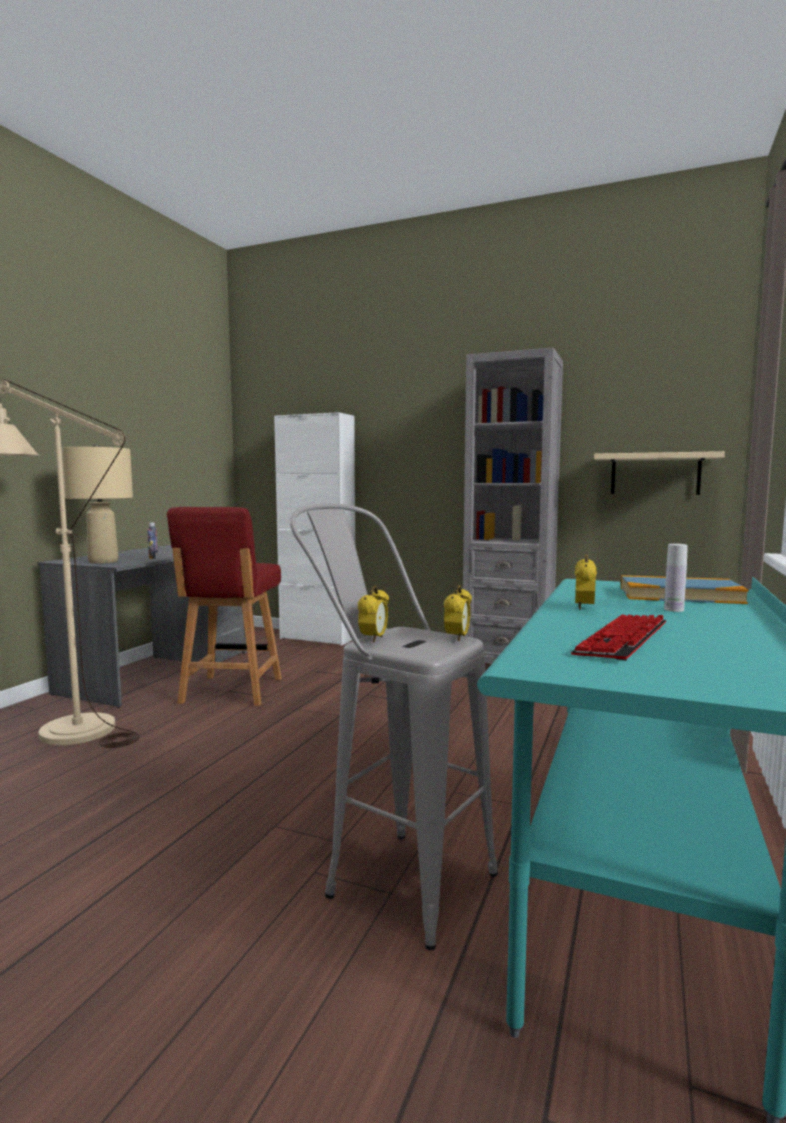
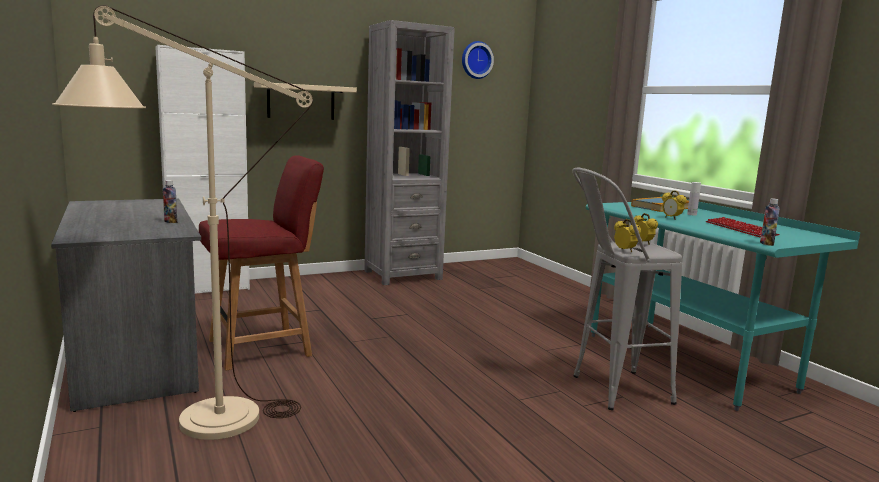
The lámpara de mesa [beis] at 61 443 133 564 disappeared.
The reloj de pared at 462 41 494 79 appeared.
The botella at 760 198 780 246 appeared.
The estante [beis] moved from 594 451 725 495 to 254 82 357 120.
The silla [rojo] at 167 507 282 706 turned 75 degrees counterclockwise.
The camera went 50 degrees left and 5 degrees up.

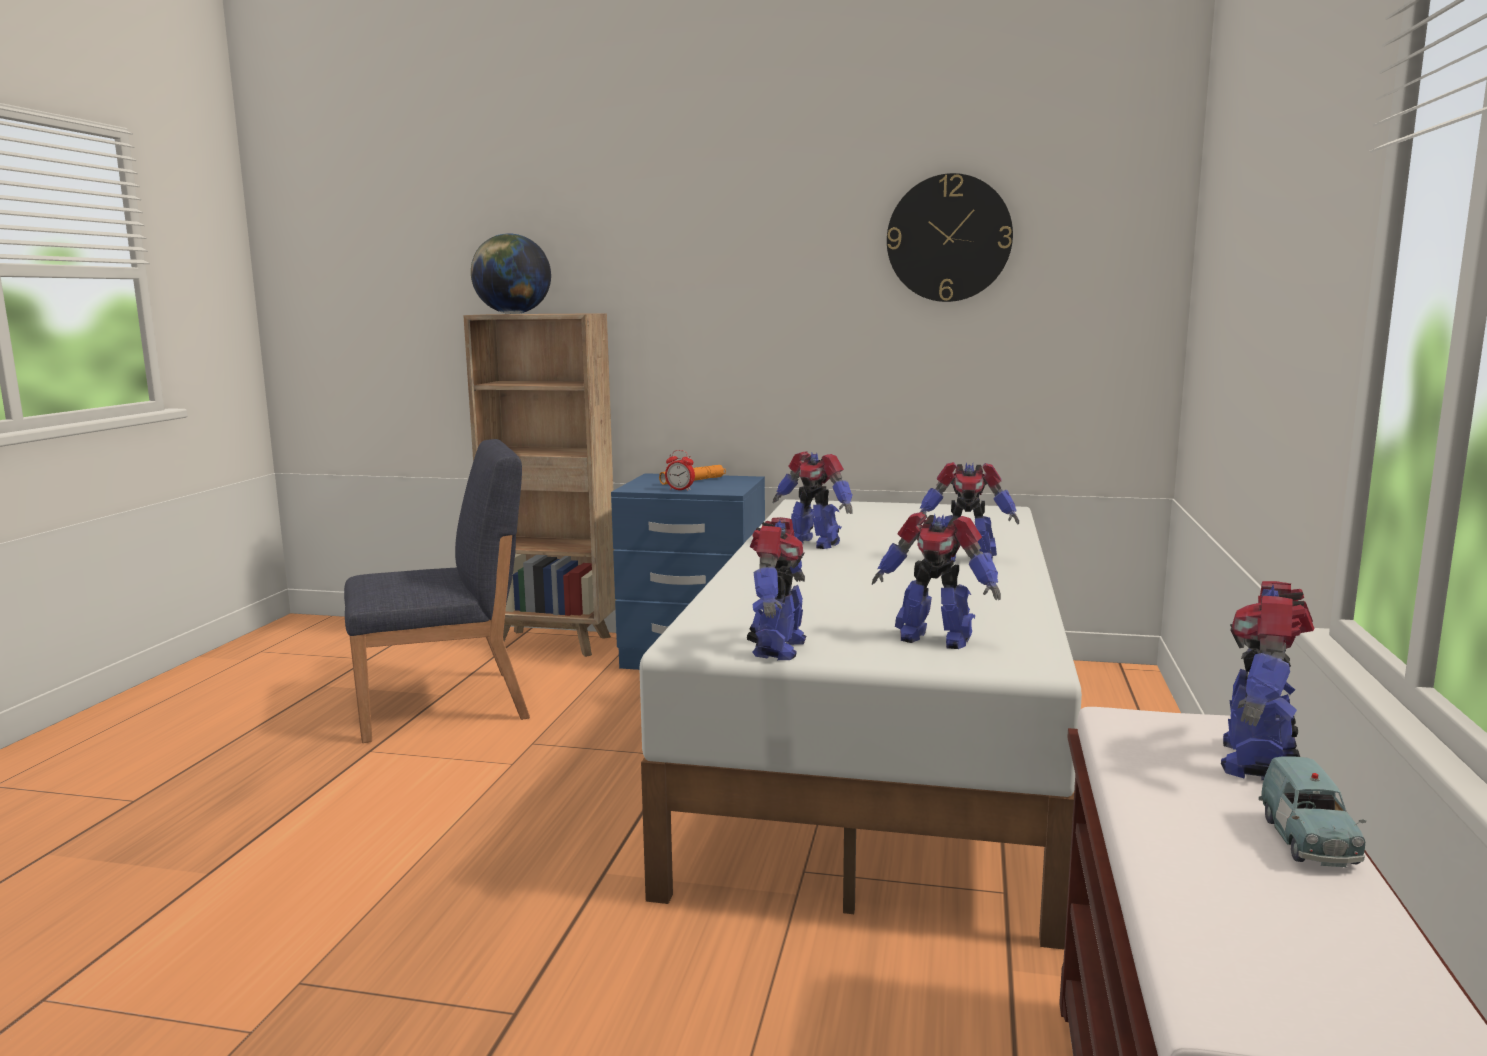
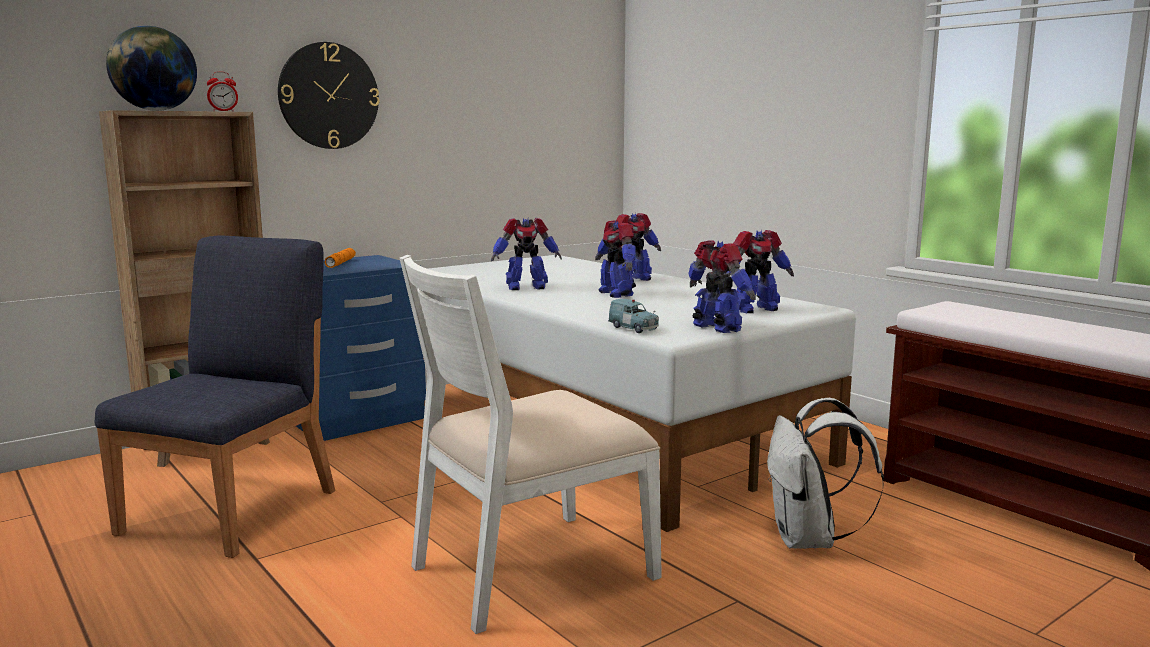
The silla [blanco] at 400 255 662 634 appeared.
The mochila [blanco] at 767 398 884 549 appeared.
The despertador moved from 665 450 695 491 to 207 72 238 111.
The reloj de pared moved from 887 173 1013 302 to 278 42 380 149.
The robot de juguete moved from 1221 581 1314 780 to 595 221 636 298.
The coche de juguete [azul] moved from 1258 757 1366 867 to 608 299 659 333.
The camera went 50 degrees left and 0 degrees up.

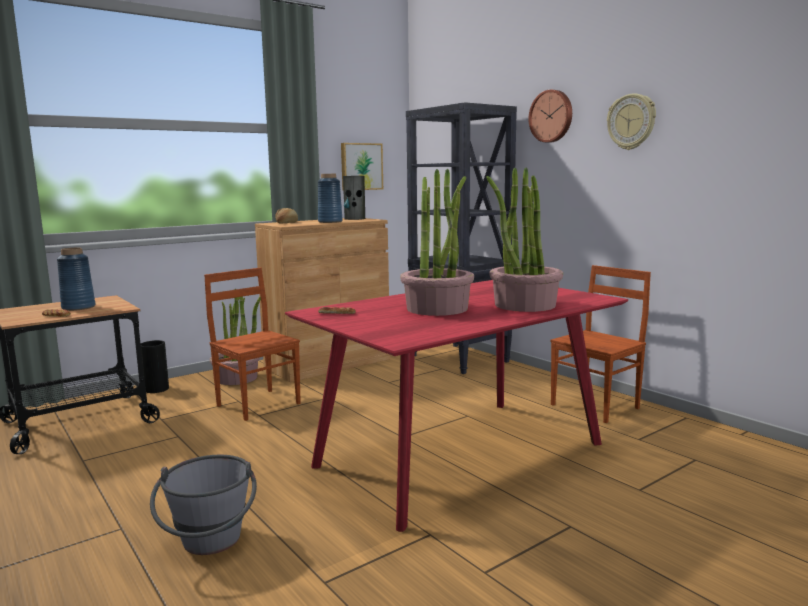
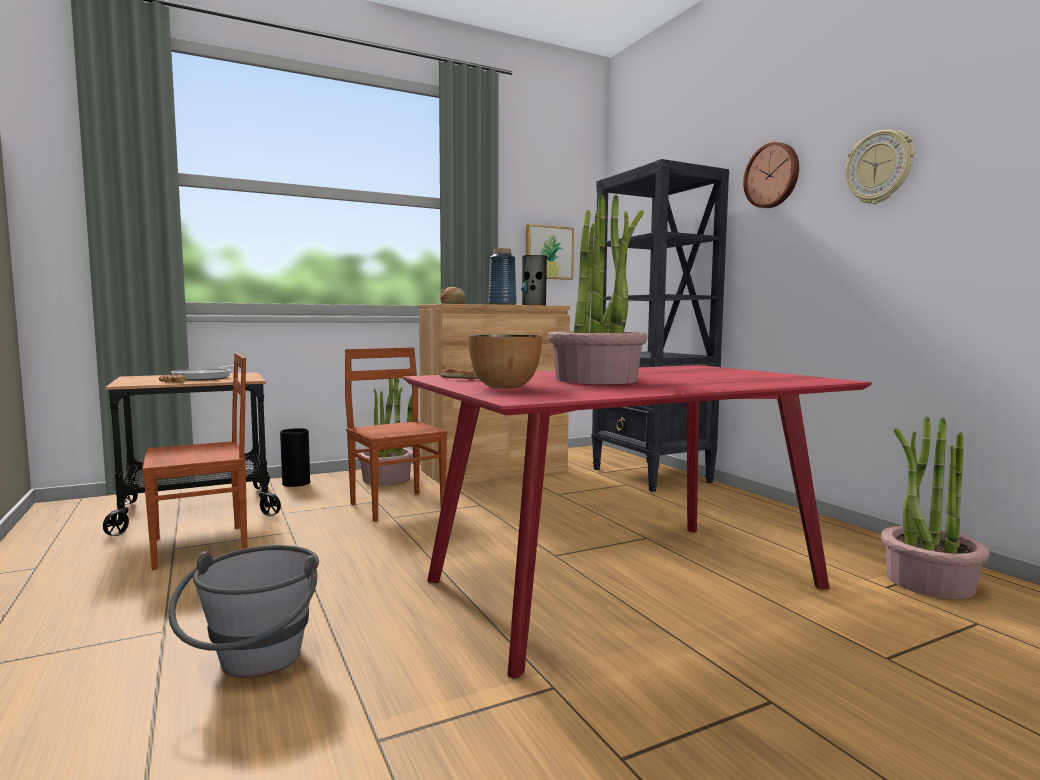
The cuenco at 468 335 542 389 appeared.
The planta en maceta moved from 486 168 563 312 to 881 417 990 599.
The silla [marrón] moved from 550 265 651 423 to 142 353 248 570.
The florero [azul] at 57 248 95 311 was replaced by the sartén at 171 365 234 381.
The camera went 10 degrees right and 5 degrees down.

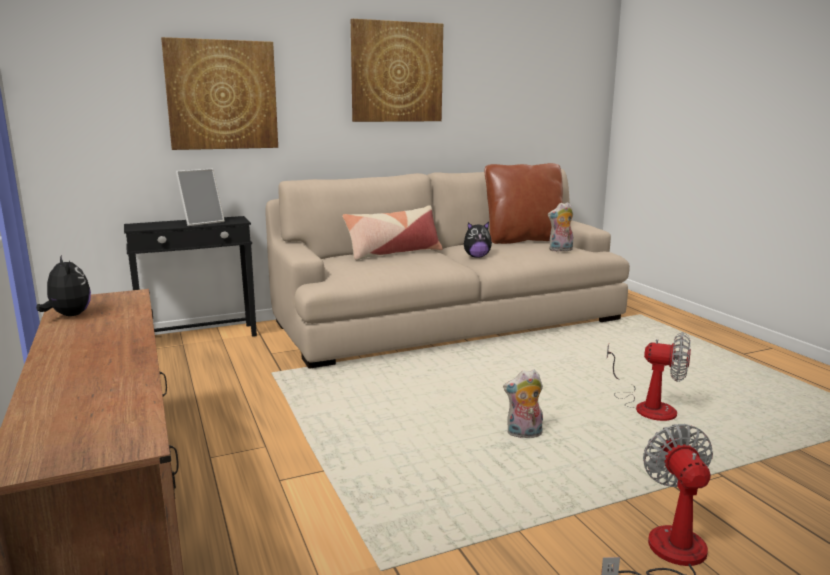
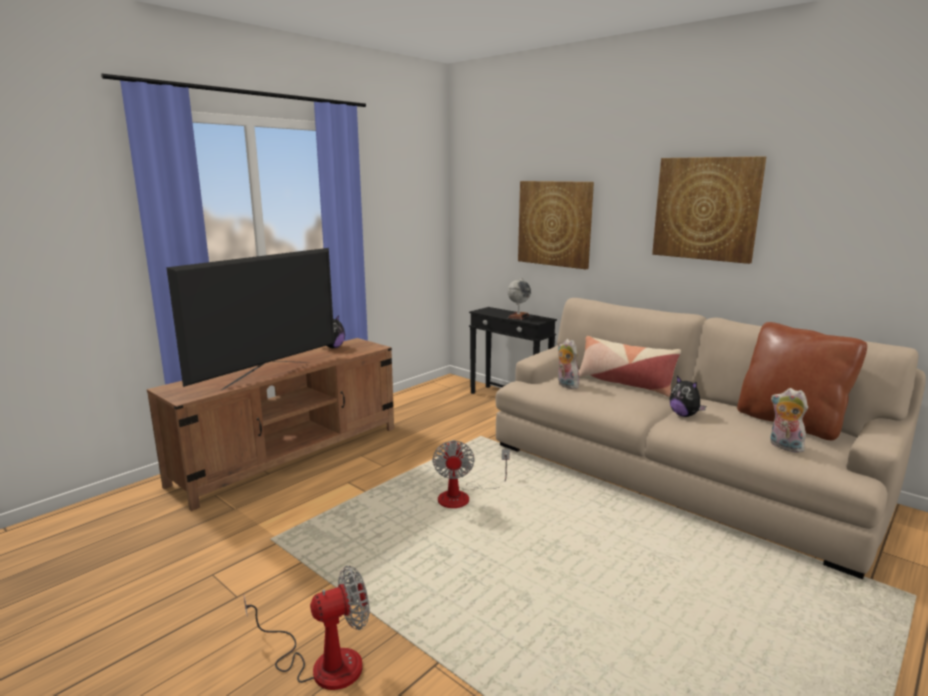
The televisor at 166 248 335 391 appeared.
The peluche moved from 503 370 543 438 to 558 339 579 389.
The ventilador moved from 607 332 691 421 to 432 440 510 508.
The portarretratos at 176 168 225 226 was replaced by the globo terráqueo at 507 278 531 320.
The camera went 65 degrees right and 0 degrees up.

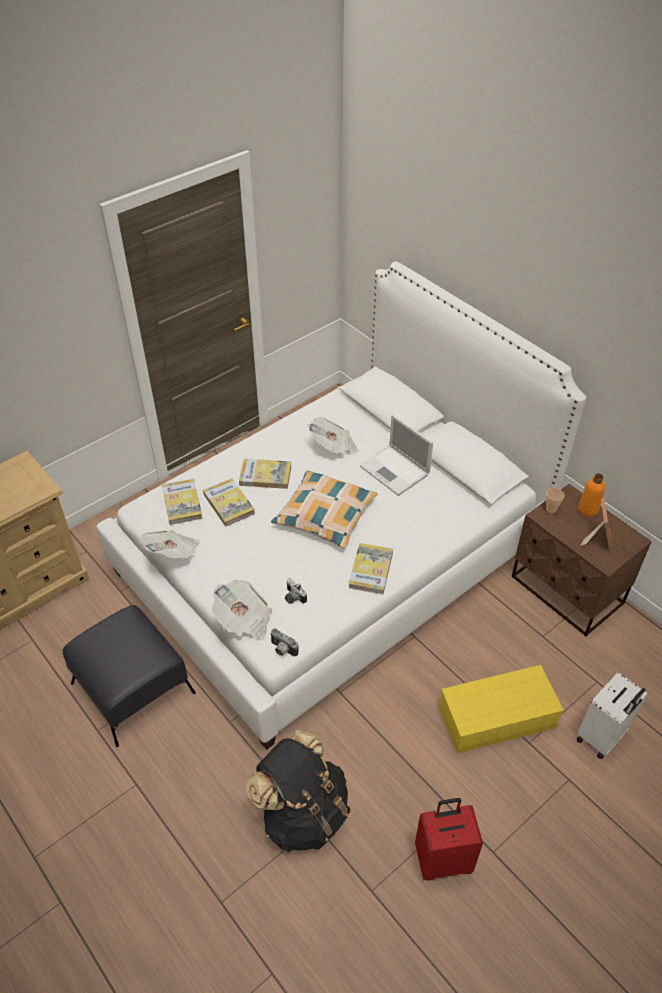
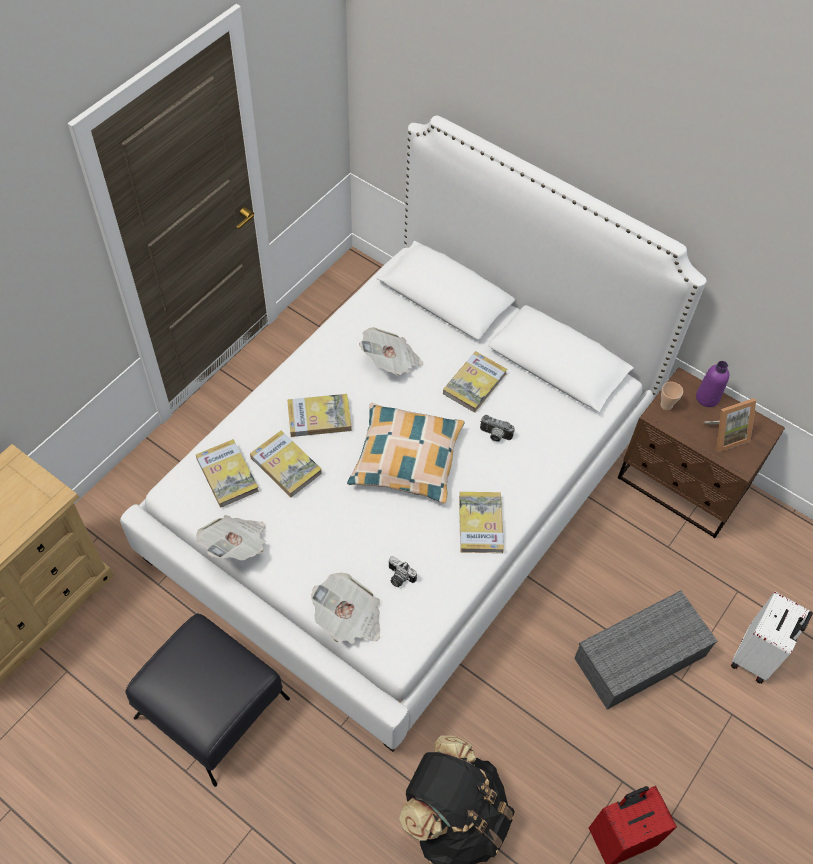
The cámara moved from 270 628 299 656 to 480 415 515 442.
The portátil at 360 415 433 496 was replaced by the libro at 443 351 507 413.
The caja de almacenaje [amarillo] at 439 665 564 754 became the caja de almacenaje [gris] at 574 590 717 710.
The botella [naranja] at 578 473 605 516 became the botella [morado] at 696 361 729 407.
The portarretratos at 580 498 613 552 turned 75 degrees clockwise.
The camera went 15 degrees left and 10 degrees up.

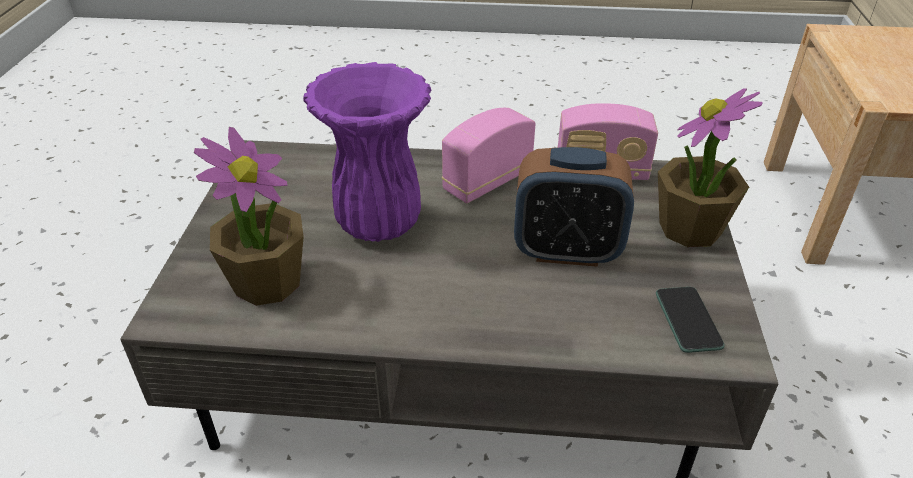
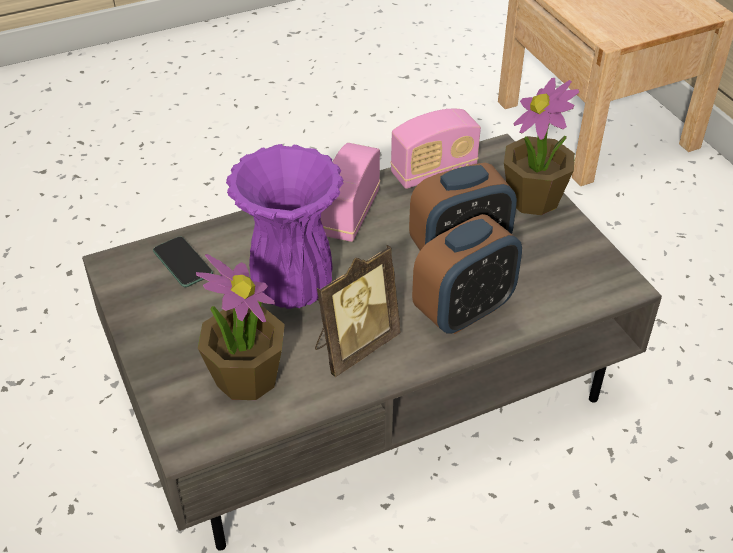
The portarretratos at 315 245 400 377 appeared.
The despertador at 412 214 522 334 appeared.
The móvil moved from 656 287 725 353 to 153 236 213 287.
The camera went 30 degrees left and 5 degrees up.

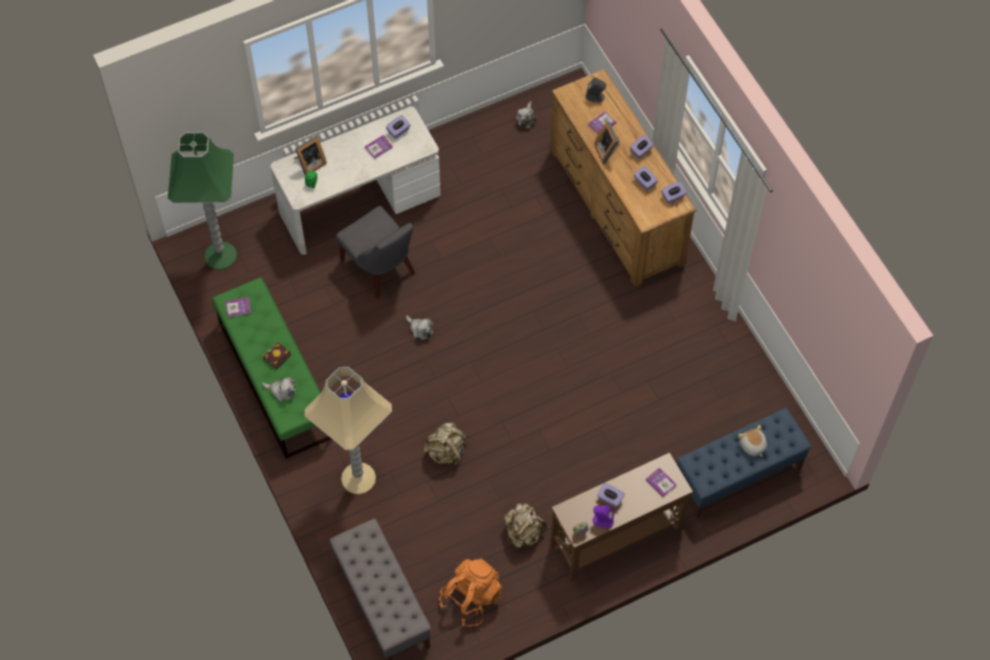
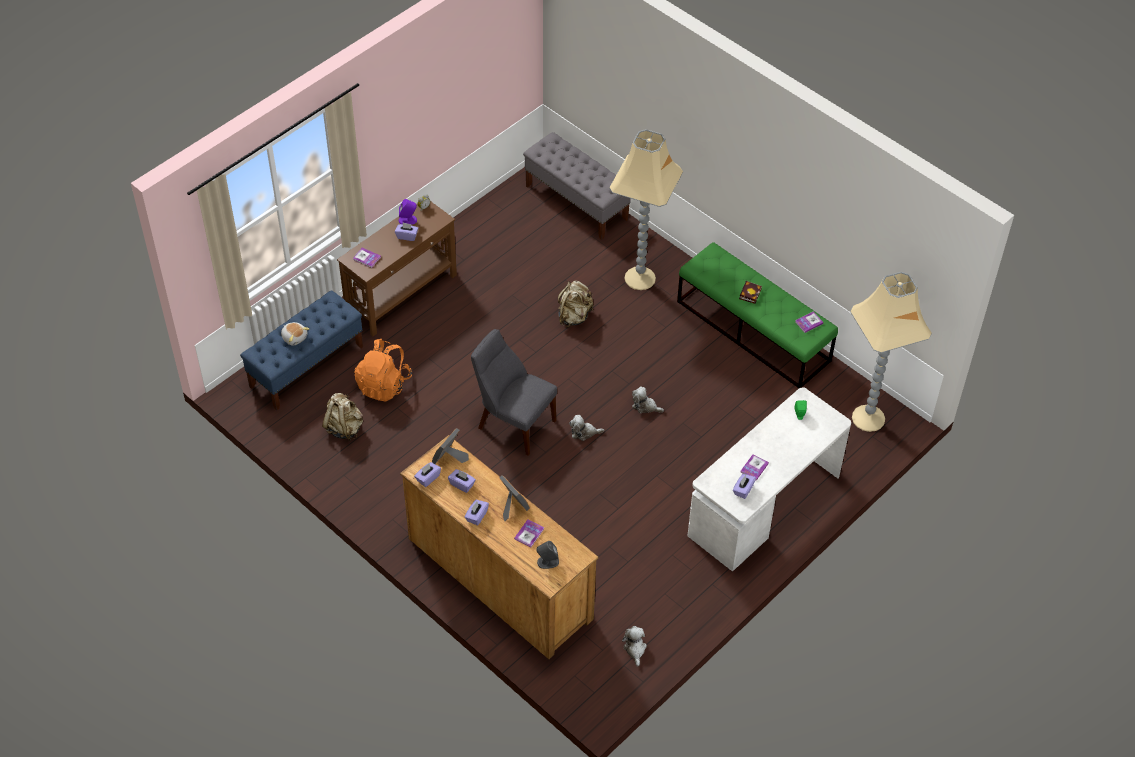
The peluche moved from 262 376 296 402 to 569 415 604 441.
The portarretratos moved from 294 136 327 175 to 432 428 469 464.
The silla [gris] moved from 336 206 415 299 to 471 329 557 456.
The mochila [naranja] moved from 439 559 502 627 to 354 339 412 402.
The mochila [beis] moved from 504 503 547 548 to 322 393 363 441.
The lámpara de pie [verde] at 168 132 237 270 became the lámpara de pie [beis] at 850 272 932 432.
The camera went 160 degrees right and 10 degrees down.

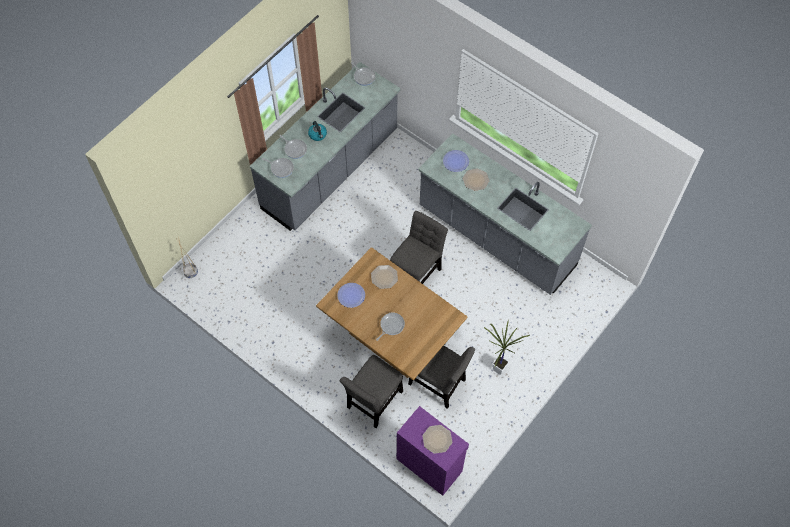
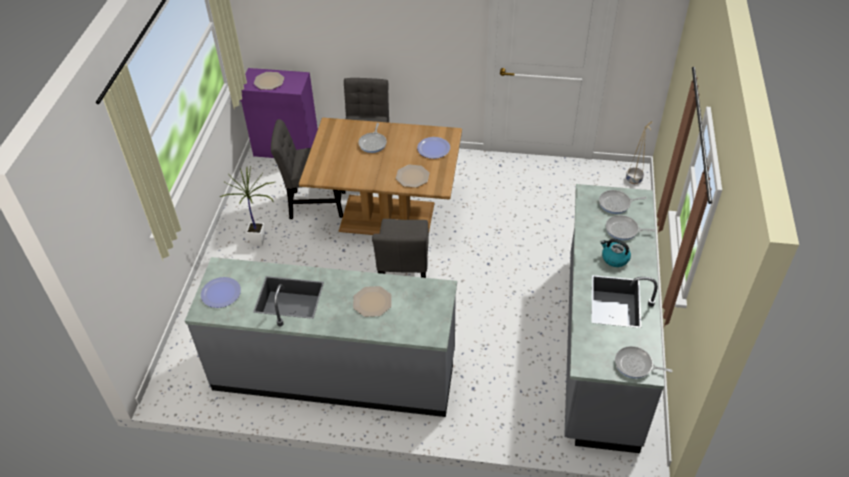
The plato moved from 443 150 469 172 to 201 277 241 308.
The camera went 150 degrees right and 15 degrees down.

